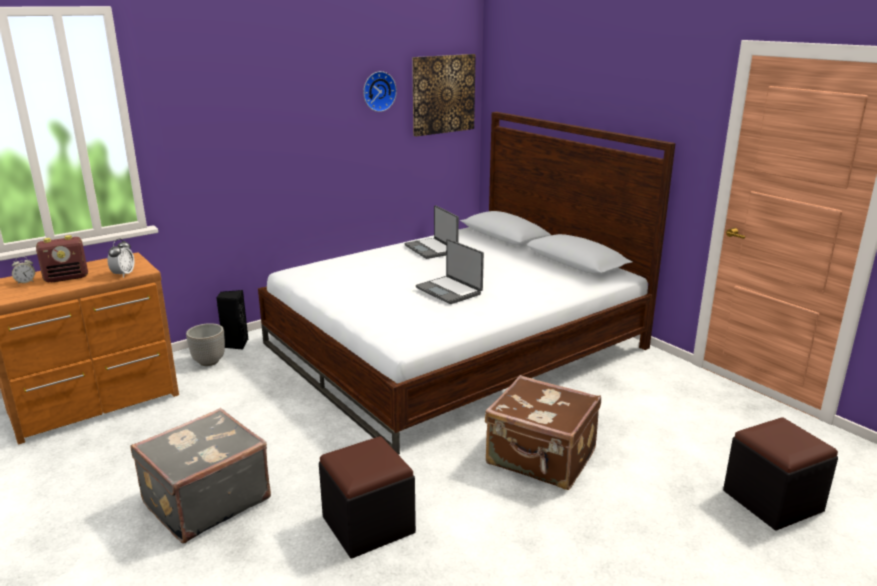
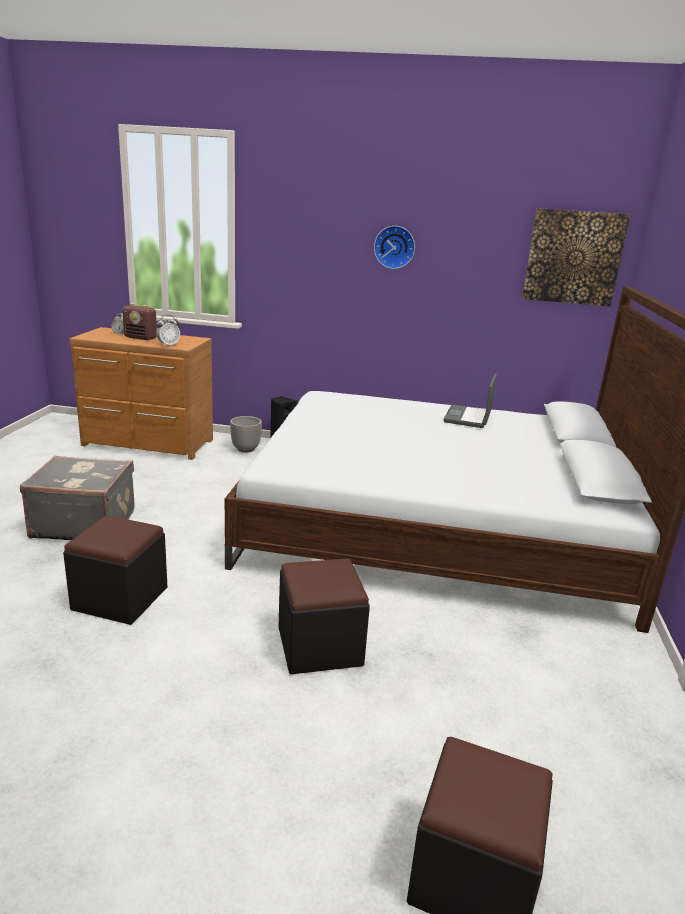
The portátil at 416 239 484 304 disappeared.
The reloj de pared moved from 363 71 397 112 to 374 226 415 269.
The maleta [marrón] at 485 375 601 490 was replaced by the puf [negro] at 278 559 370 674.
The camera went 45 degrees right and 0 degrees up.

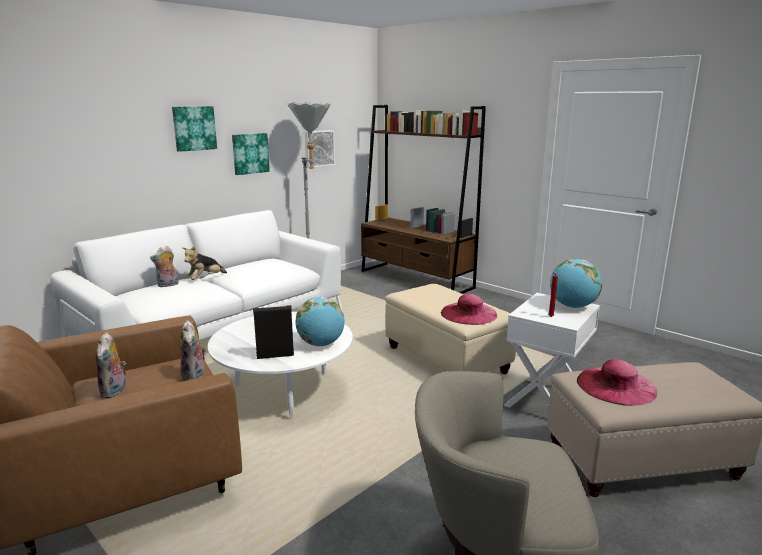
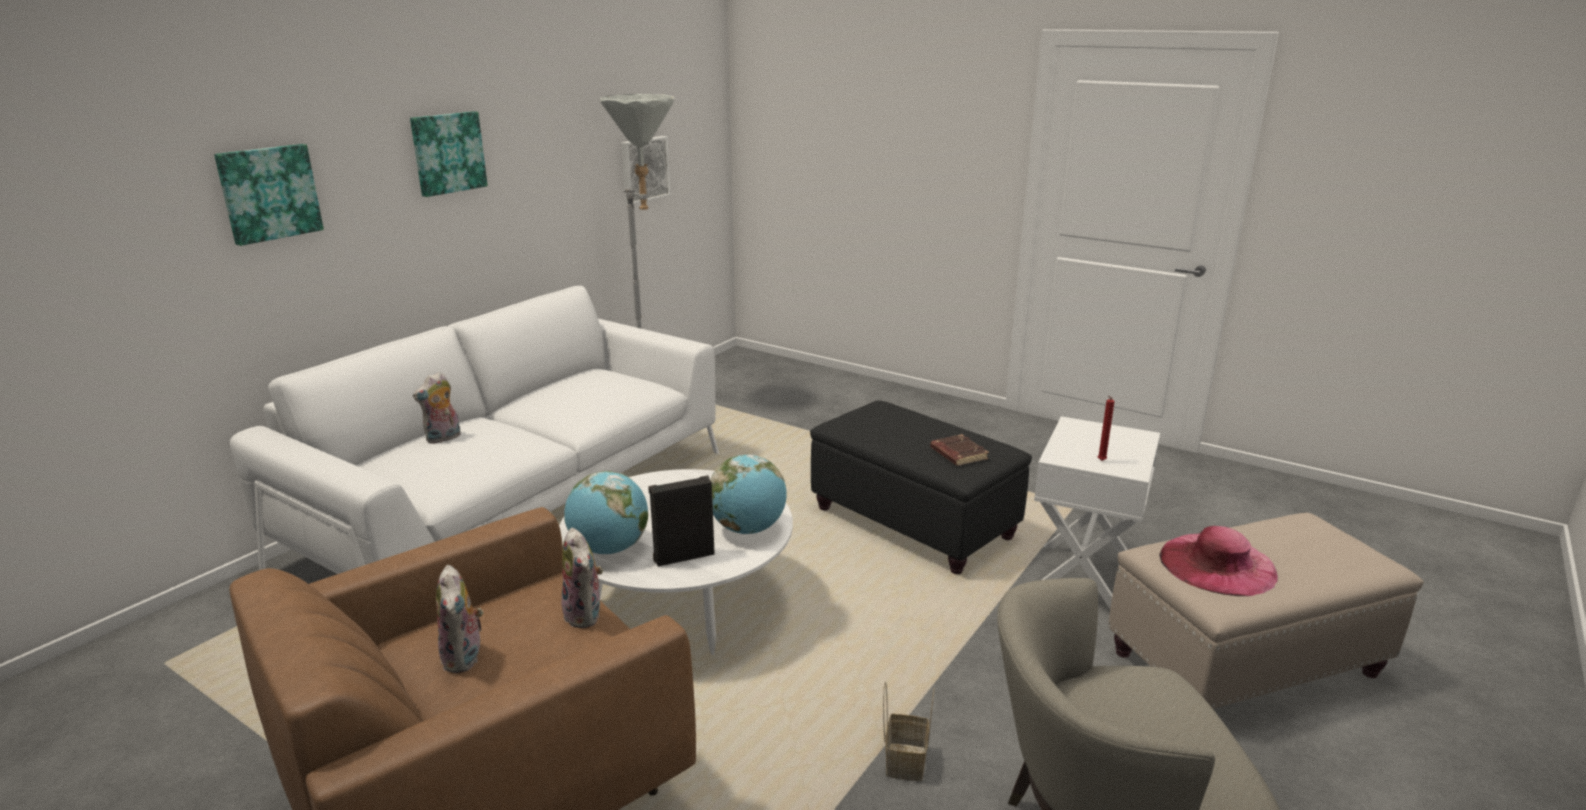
The peluche at 182 247 227 280 disappeared.
The estantería [marrón] at 361 105 486 294 disappeared.
The cesta at 883 682 935 781 appeared.
The cuadro moved from 232 133 270 175 to 214 144 324 246.
The globo terráqueo moved from 550 259 602 308 to 564 471 648 554.
The sombrero [rosa] at 441 294 497 325 was replaced by the libro [marrón] at 930 434 989 466.
The puf [beis] at 385 284 516 374 became the puf [negro] at 810 400 1032 574.
The camera went 10 degrees left and 5 degrees up.

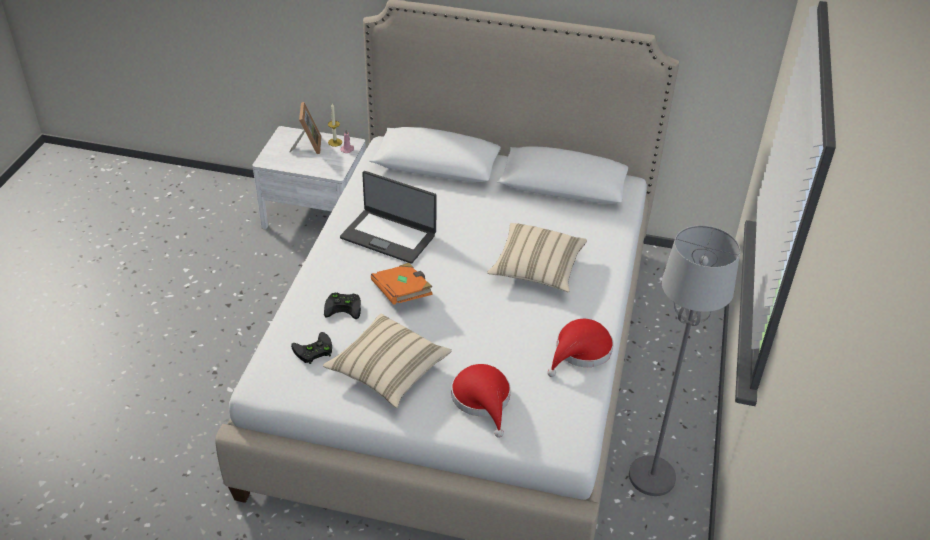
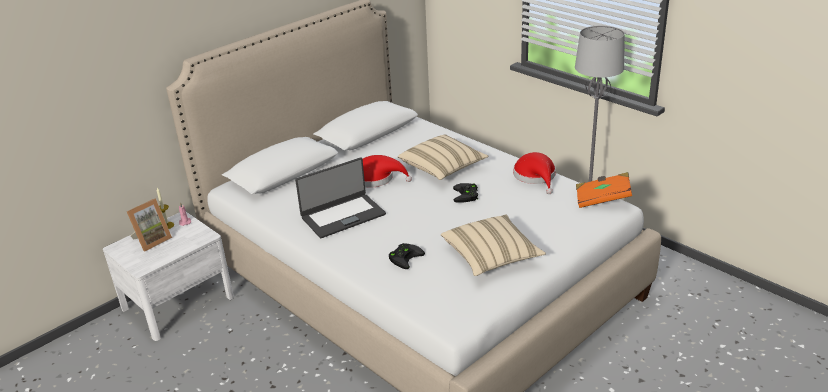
The mando de consola [negro] moved from 291 332 332 364 to 453 183 478 203.
The libro [naranja] moved from 371 263 433 305 to 576 172 632 208.
The sombrero [rojo] moved from 451 364 511 438 to 363 155 412 188.
The portarretratos at 290 102 322 154 turned 105 degrees clockwise.
The camera went 55 degrees left and 10 degrees down.

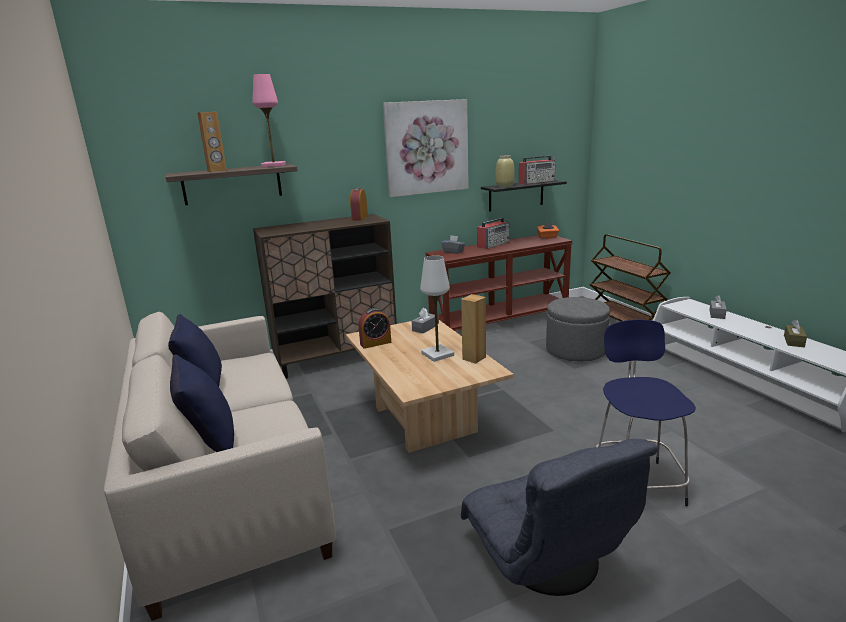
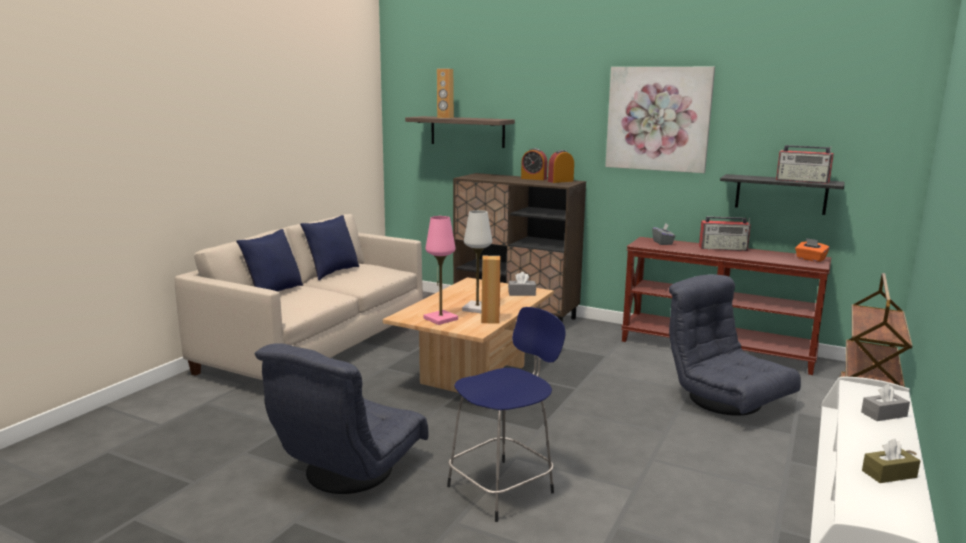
The florero [beis] at 495 155 515 187 disappeared.
The lámpara de mesa [rosa] moved from 253 74 286 167 to 424 216 458 325.
The despertador moved from 358 308 391 349 to 521 148 548 180.
The puf [gris] at 546 297 610 362 was replaced by the sillón [gris] at 669 274 801 416.
The camera went 50 degrees right and 5 degrees down.

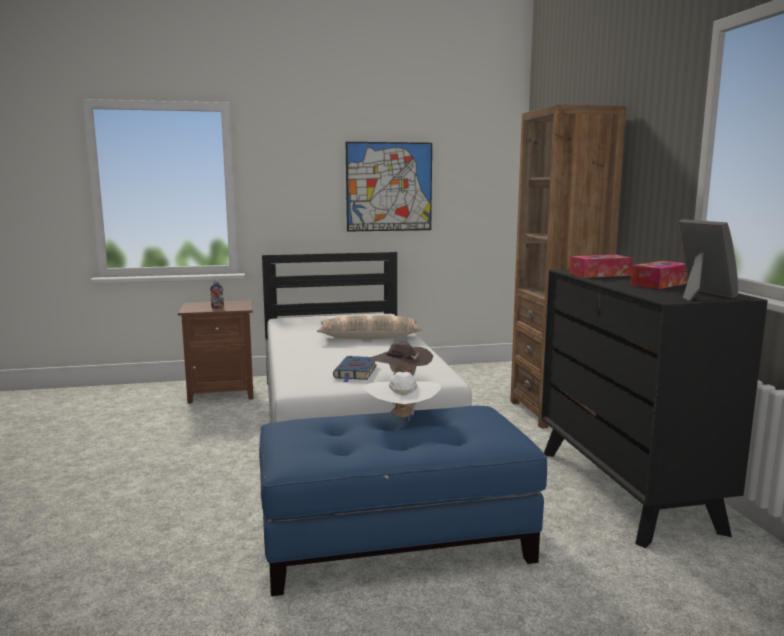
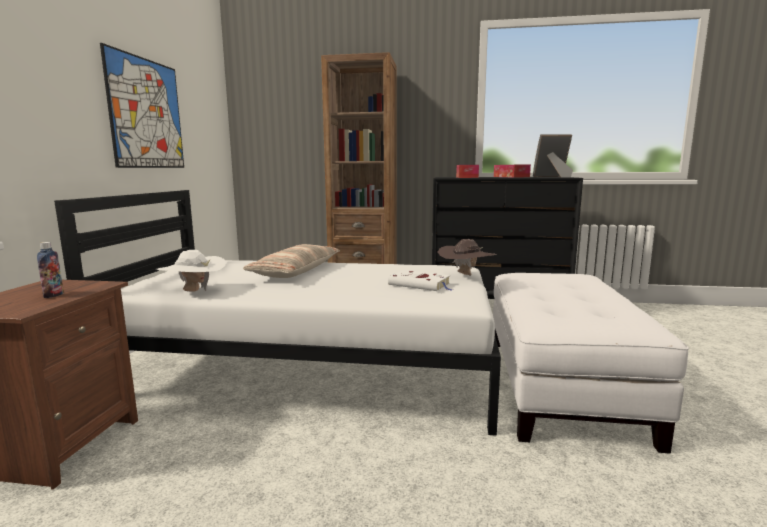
The sombrero [blanco] moved from 363 372 442 419 to 156 250 227 292.
The puf [azul] at 259 406 547 596 became the puf [blanco] at 493 273 689 454.
The libro [azul] at 333 356 377 383 became the libro [blanco] at 388 270 453 291.
The camera went 70 degrees left and 0 degrees up.

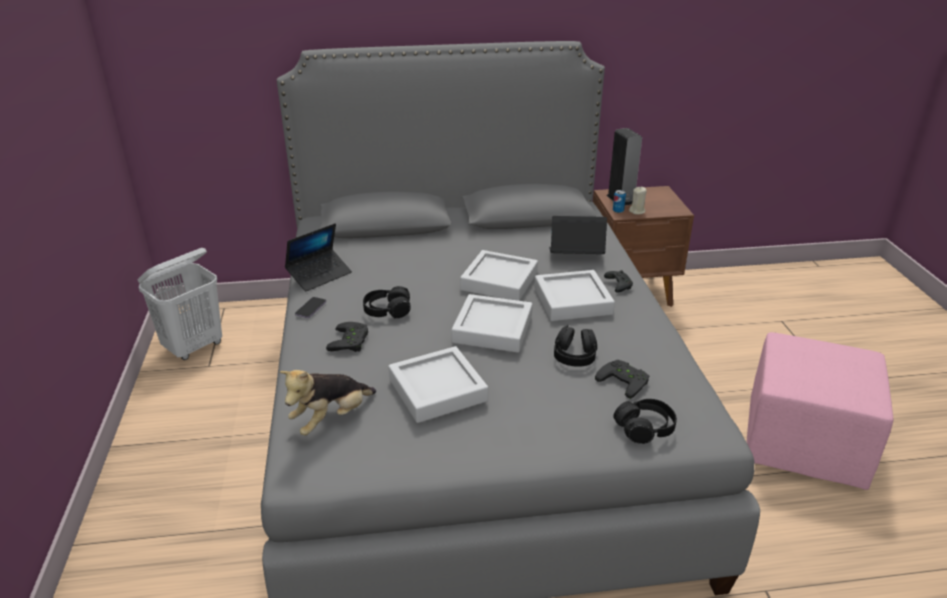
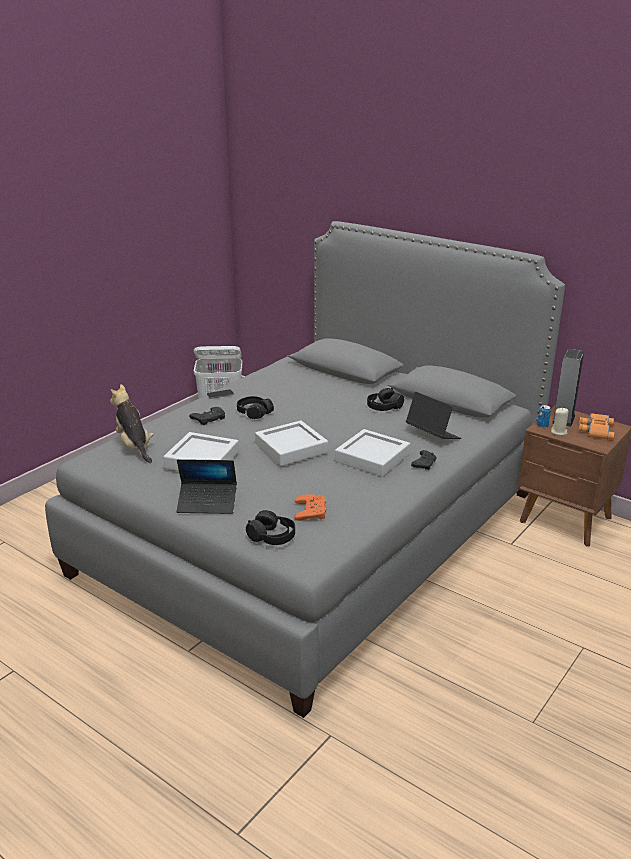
The bandeja [gris] at 460 250 538 301 disappeared.
The puf [rosa] at 747 332 894 490 disappeared.
The prismáticos [naranja] at 579 413 615 440 appeared.
The portátil moved from 285 223 352 291 to 177 459 237 514.
The auriculares [negro] moved from 554 325 597 367 to 367 388 404 411.
The mando de consola [negro] at 595 360 649 399 became the mando de consola [naranja] at 294 494 326 521.
The peluche at 279 370 376 435 turned 60 degrees clockwise.
The camera went 45 degrees right and 5 degrees down.

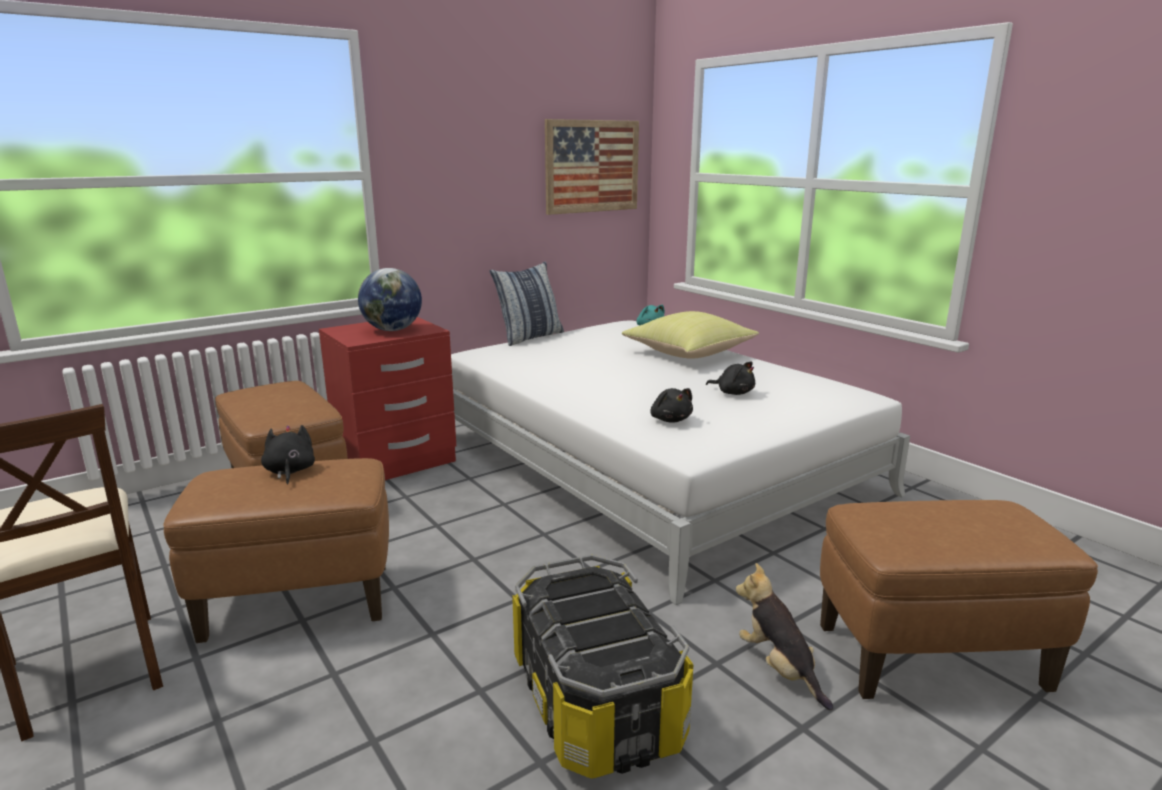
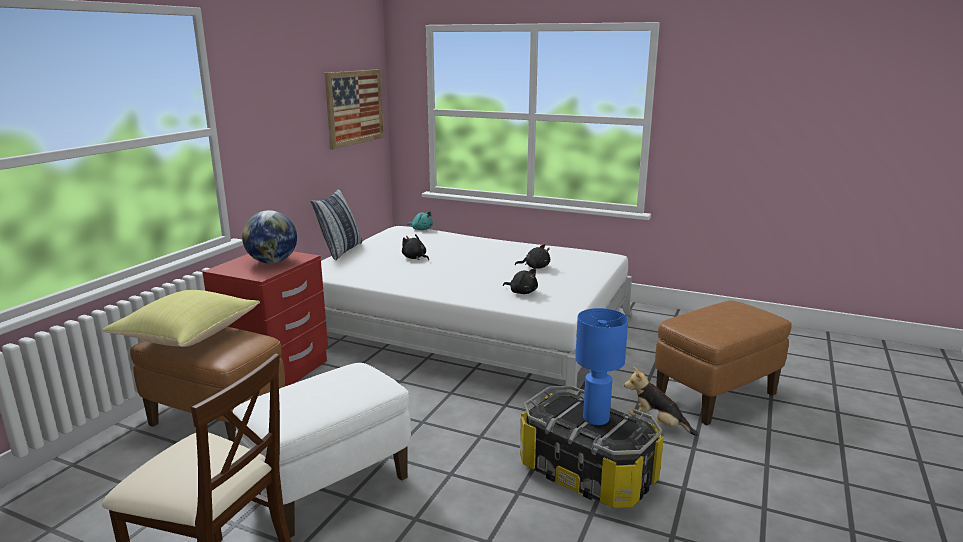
The lámpara de mesa [azul] at 575 308 628 425 appeared.
The peluche [negro] moved from 261 425 315 484 to 402 234 429 260.
The cojín [amarillo] moved from 622 311 759 358 to 103 290 260 347.
The puf [marrón] at 163 458 389 643 became the puf [blanco] at 233 363 411 538.
The camera went 30 degrees left and 0 degrees up.

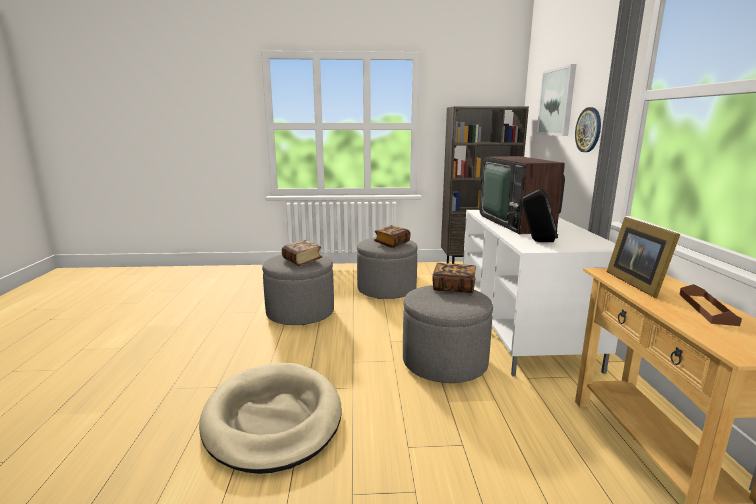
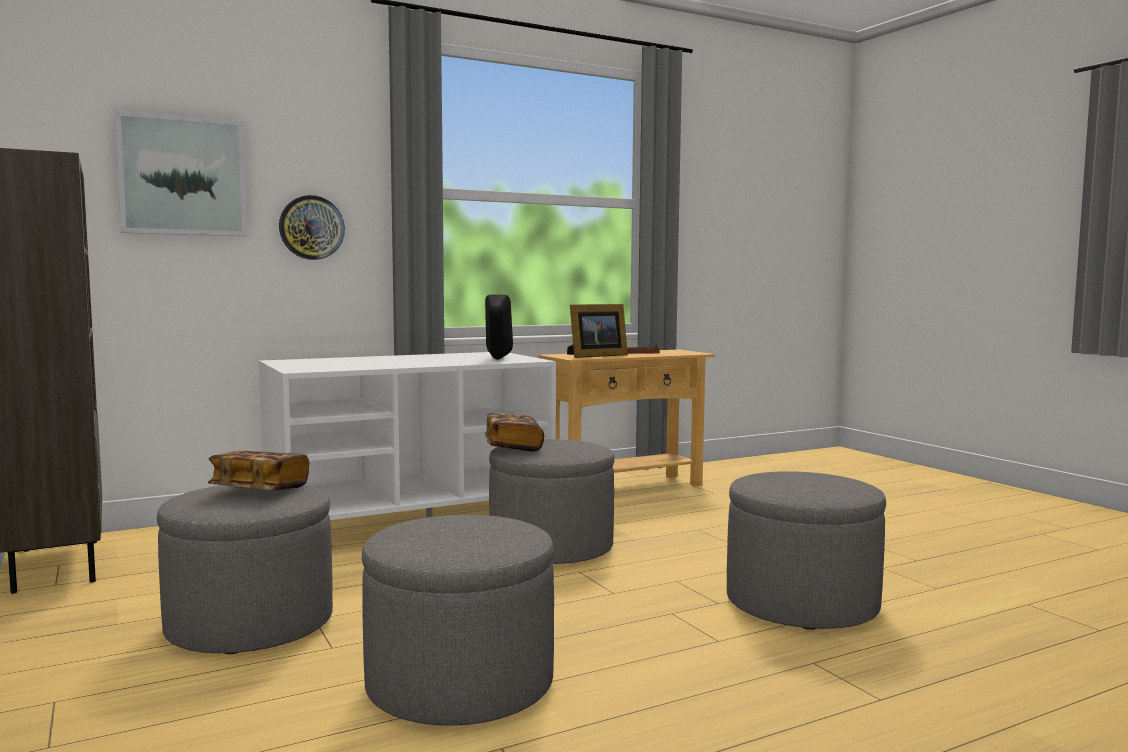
The libro at 282 240 322 266 disappeared.
The televisor at 479 156 565 234 disappeared.
The cama para perro [beis] at 199 363 342 474 was replaced by the puf [gris] at 727 471 886 630.
The camera went 115 degrees left and 10 degrees down.

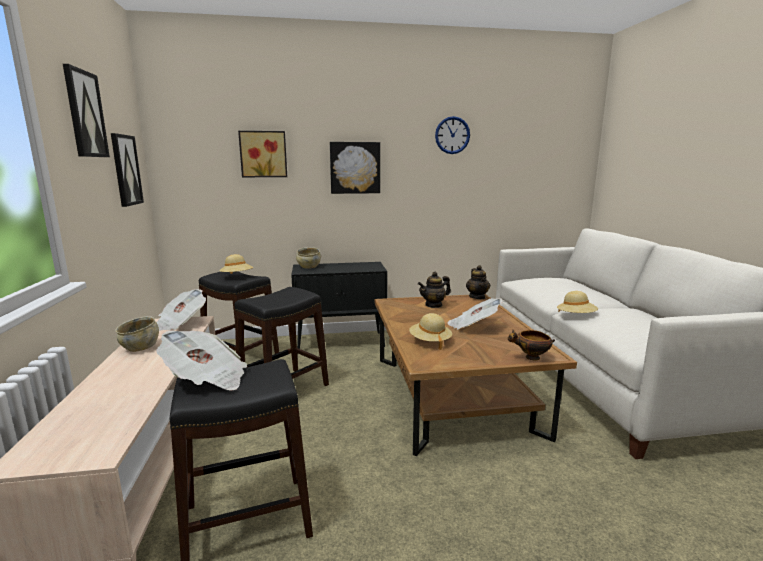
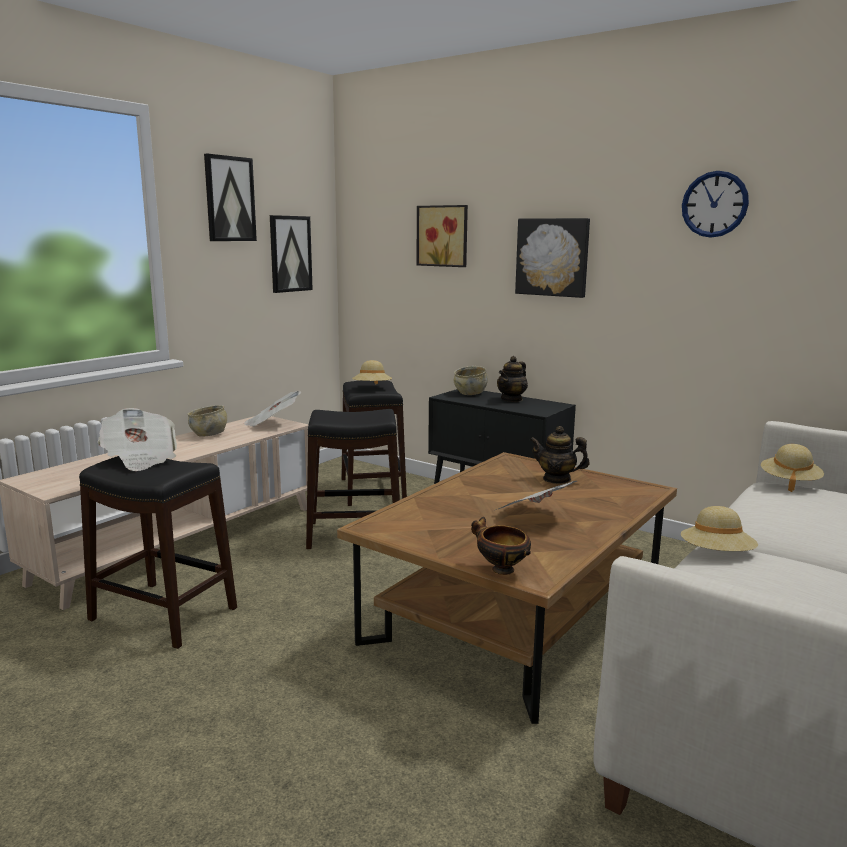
The sombrero [beis] moved from 409 313 452 350 to 761 444 824 492.
The tetera moved from 466 265 490 299 to 497 356 528 402.
The camera went 45 degrees right and 0 degrees up.

